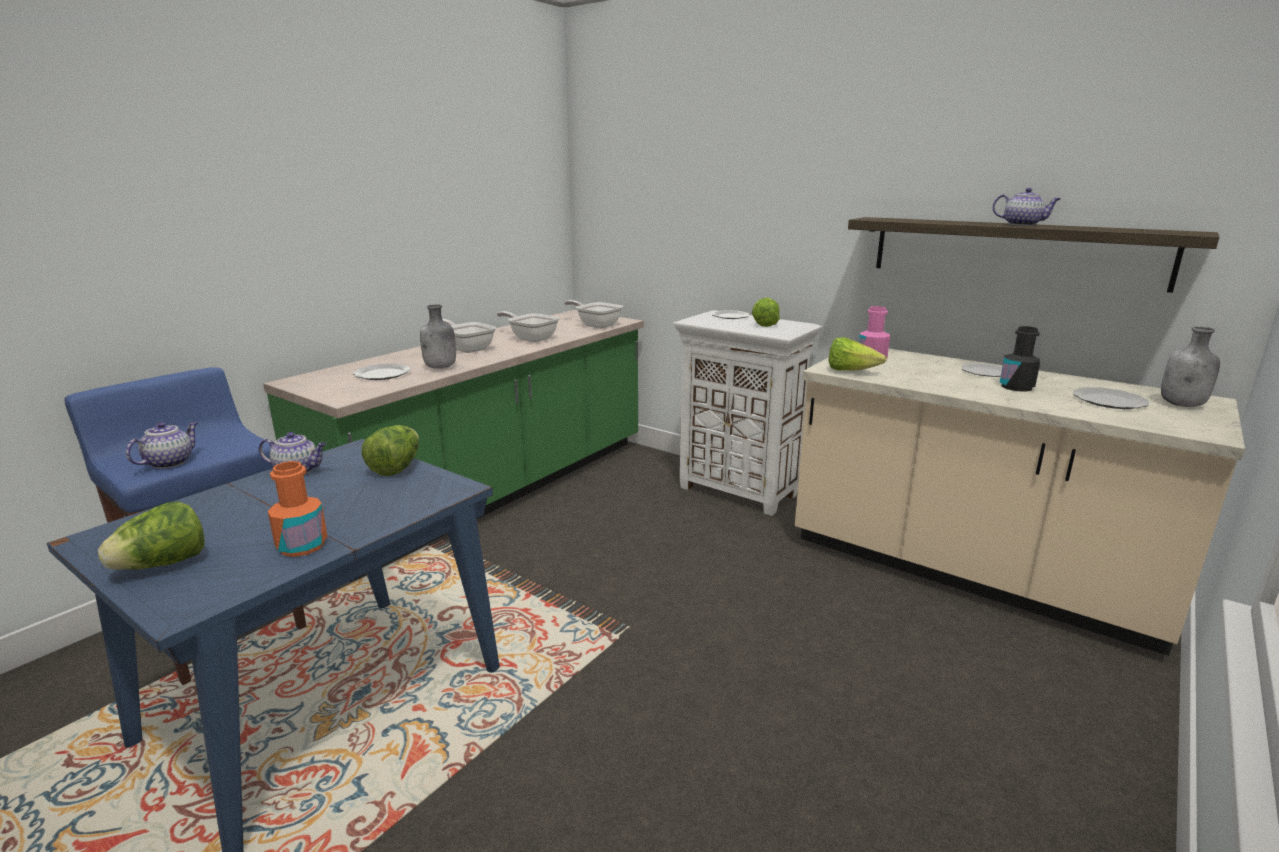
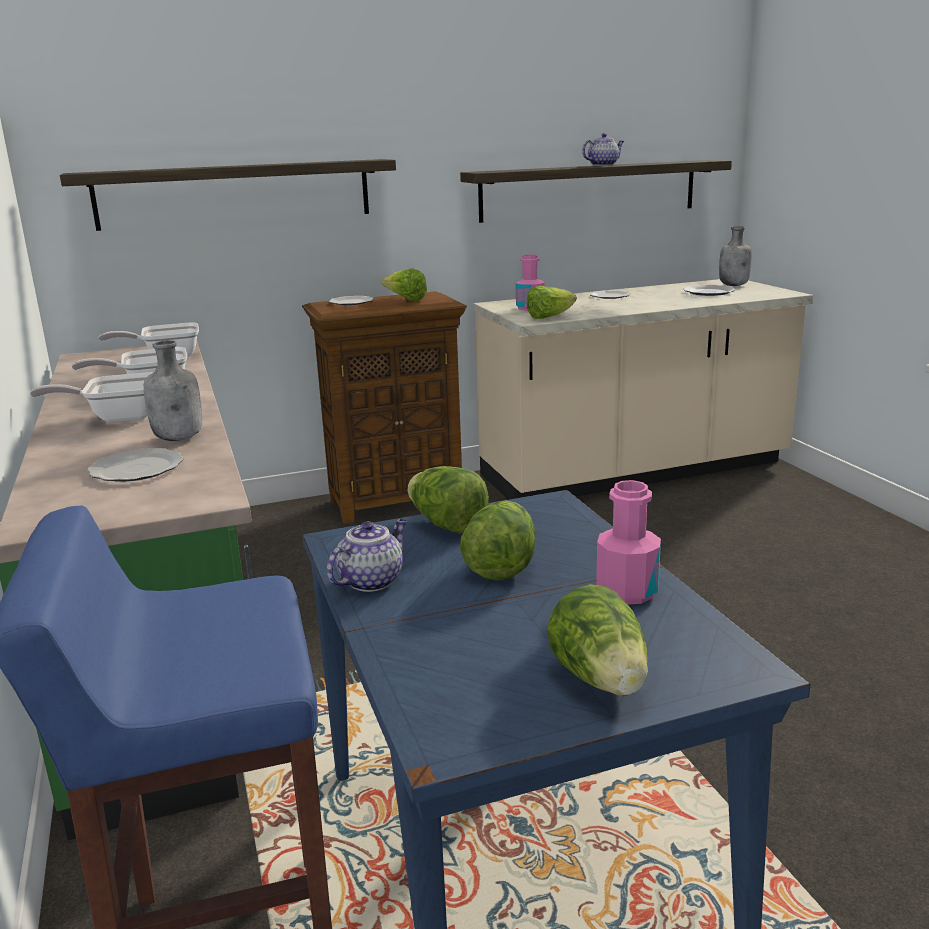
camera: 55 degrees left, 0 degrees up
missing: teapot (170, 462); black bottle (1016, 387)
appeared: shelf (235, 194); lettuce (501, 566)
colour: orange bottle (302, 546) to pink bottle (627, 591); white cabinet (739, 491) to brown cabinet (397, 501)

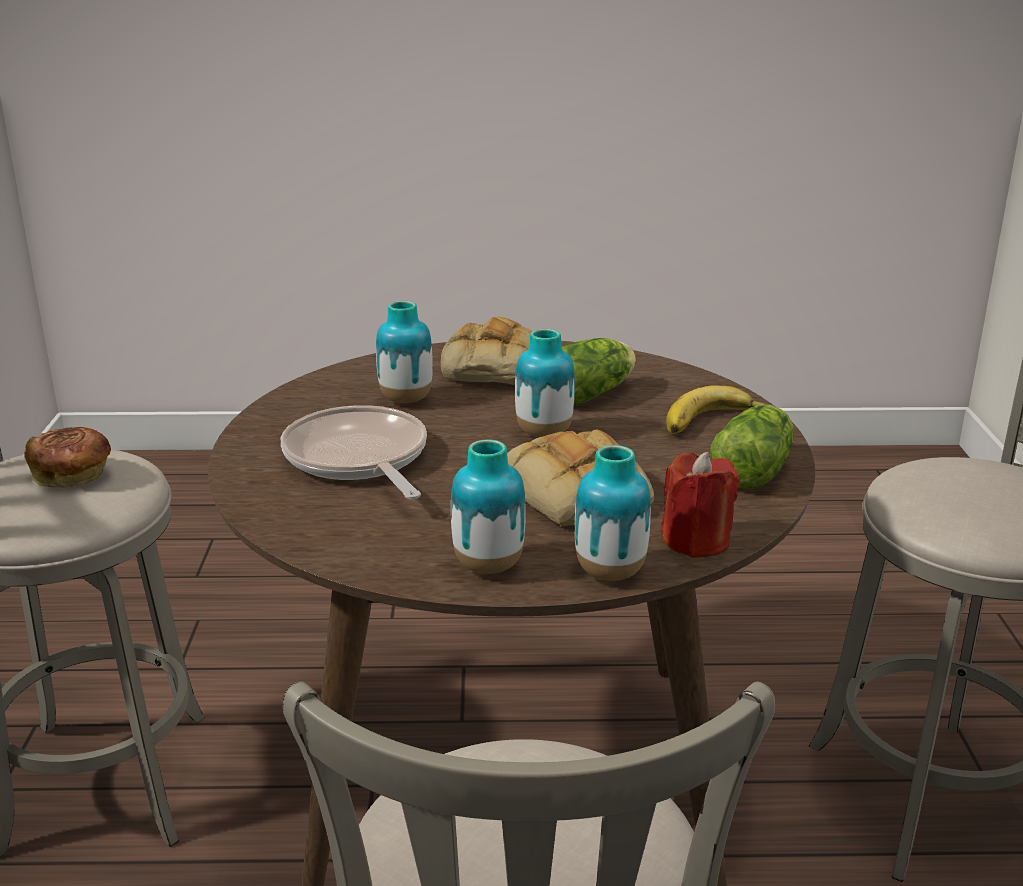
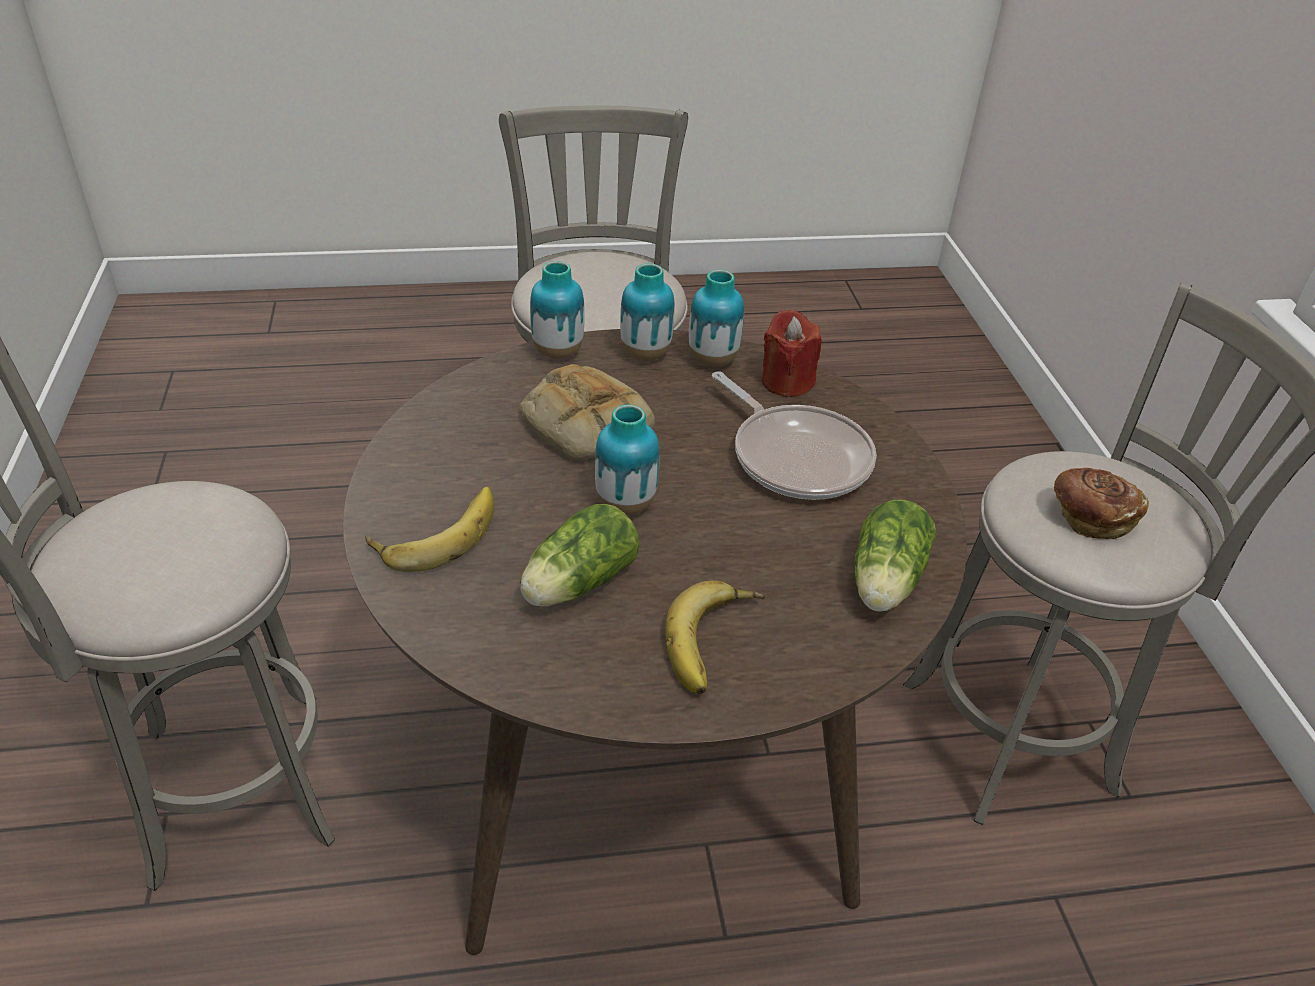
camera: 170 degrees right, 15 degrees up
relocated: vase (406, 399) to (712, 360); red candle (696, 541) to (786, 382); lettuce (755, 470) to (884, 583)
exchanged: bread (491, 367) to banana (716, 643)

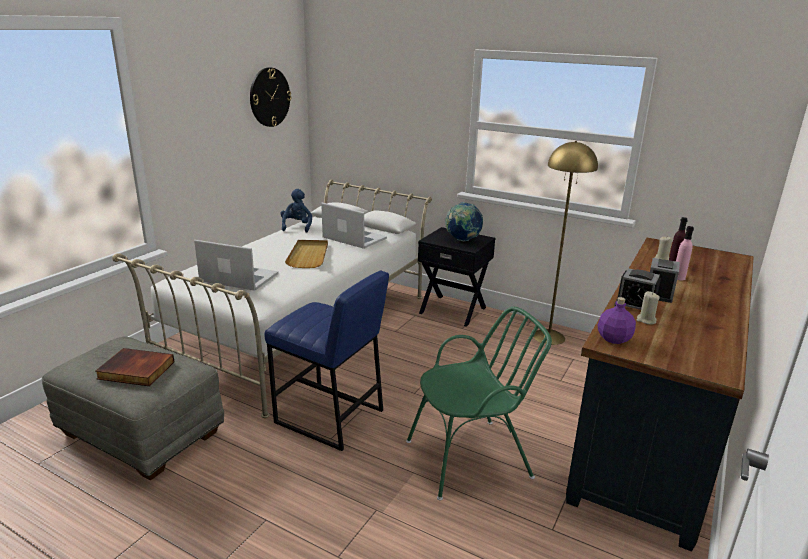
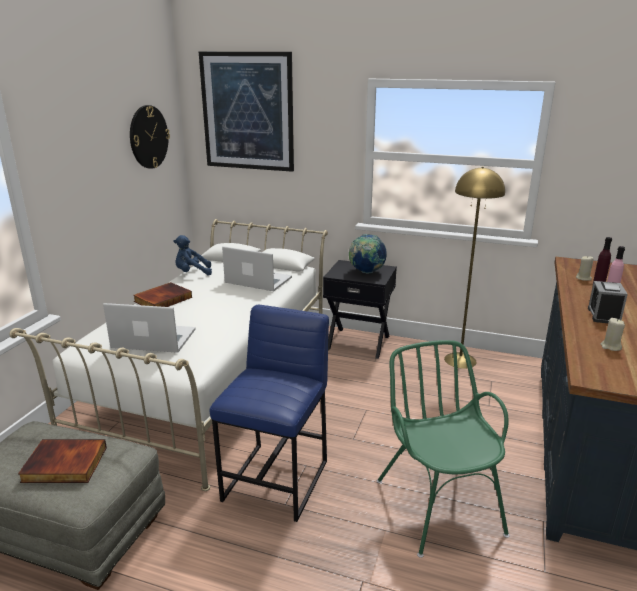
camera: 10 degrees left, 0 degrees up
missing: beige tray (309, 255); purple bottle (613, 338); alarm clock (635, 306)
appeared: book (163, 299); picture (247, 112)
spun: blue chair (331, 417) = (277, 479) 90 degrees counterclockwise; blue plush toy (297, 227) = (192, 273) 90 degrees counterclockwise; green chair (472, 456) = (437, 502) 75 degrees counterclockwise

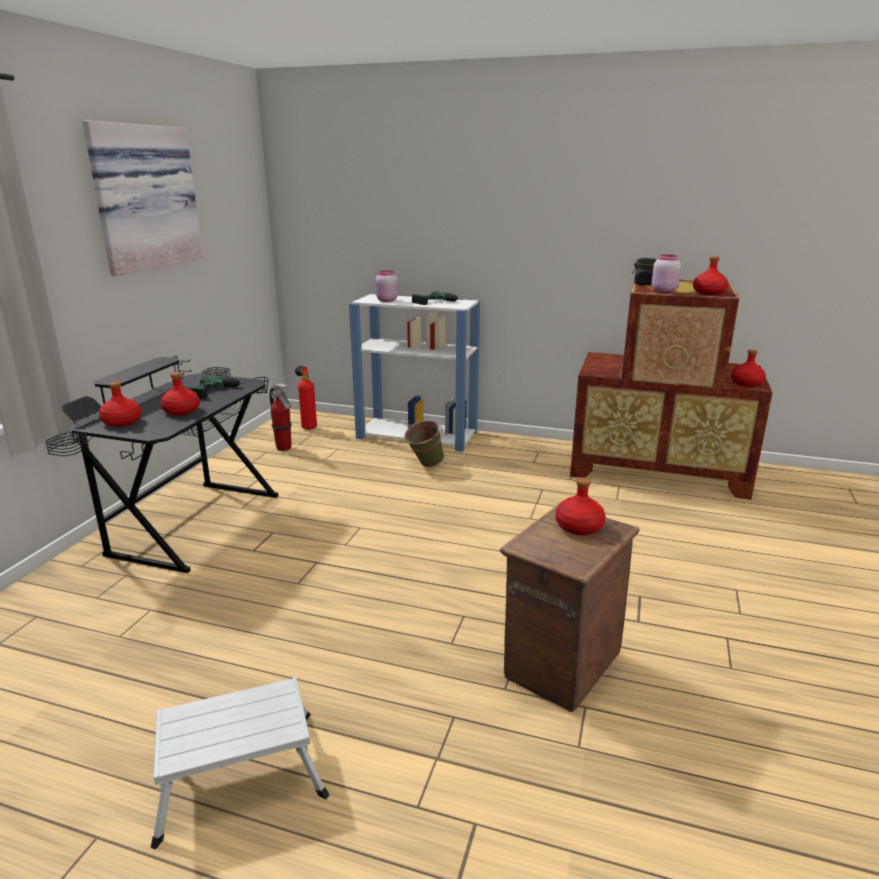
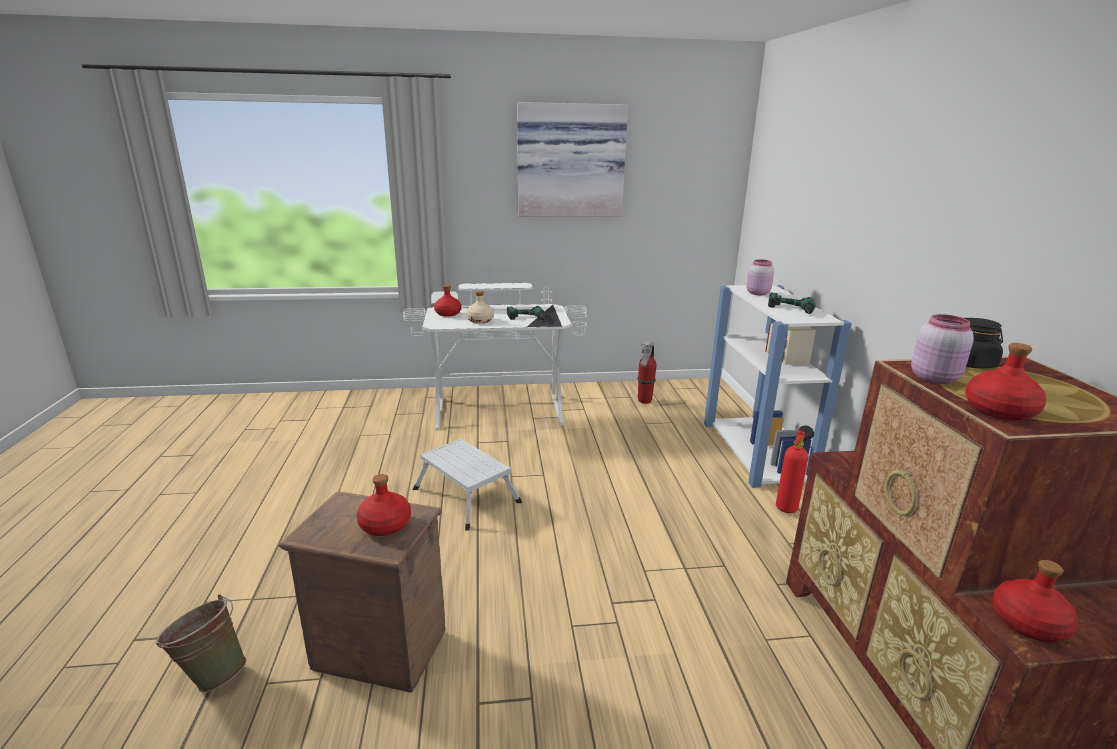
camera: 65 degrees right, 0 degrees up
relocated: white step ladder (240, 773) to (466, 496); fire extinguisher (308, 427) to (787, 507); green bucket (424, 465) to (211, 674)
colour: black desk (193, 522) to white desk (499, 409); red bottle (181, 411) to beige bottle (480, 320)

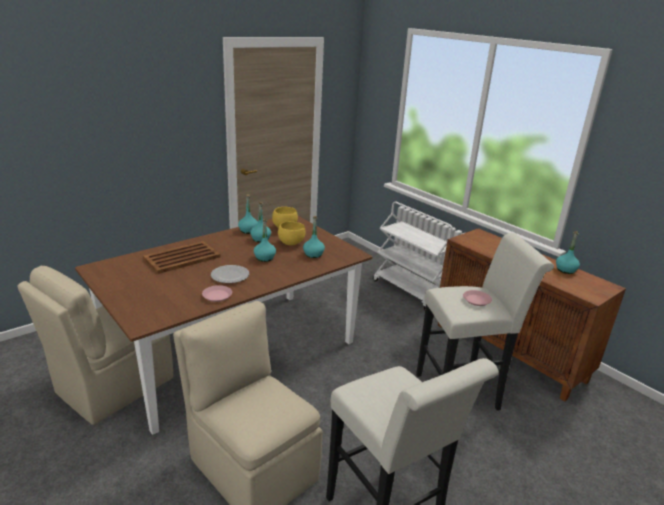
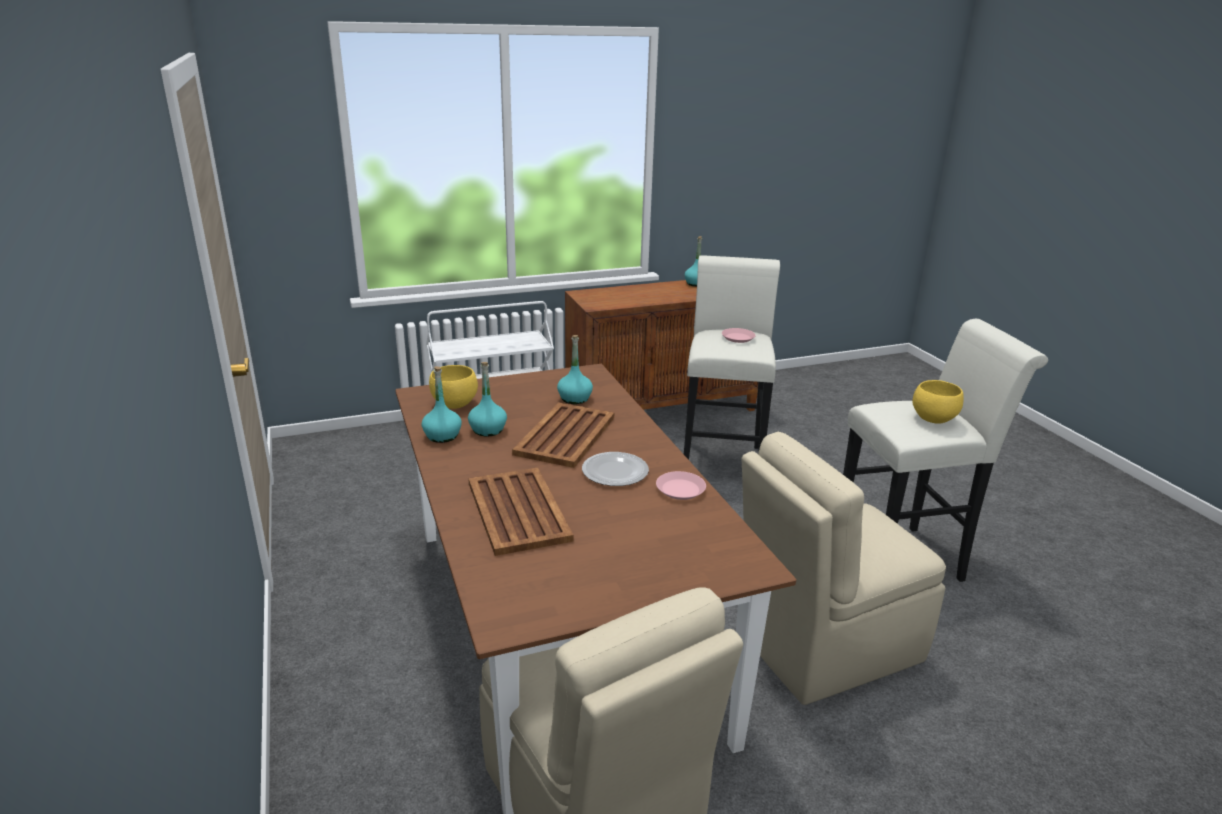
camera: 70 degrees left, 0 degrees up
relocated: yellow bowl (291, 243) to (932, 419)
exchanged: turquoise bottle (264, 258) to brown tray (564, 436)

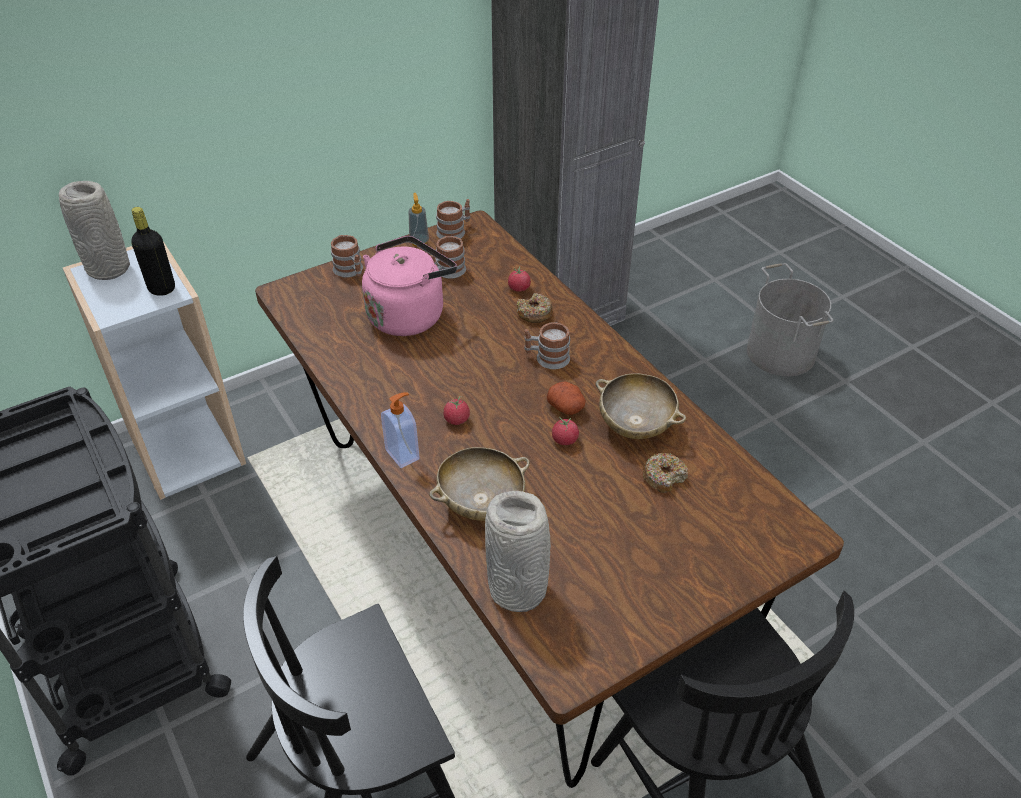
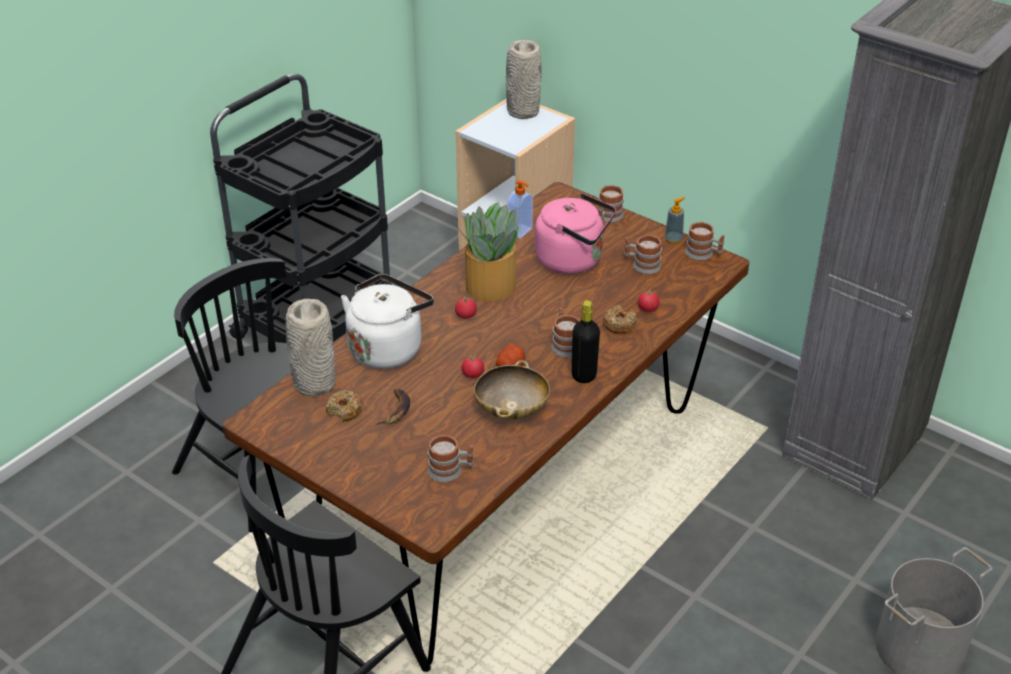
camera: 70 degrees right, 5 degrees down
appeared: banana (395, 410); mug (450, 470); potted plant (489, 286)
relocated: black bottle (162, 288) to (584, 375); soap dispenser (403, 454) to (520, 231); donut (664, 477) to (344, 410)
exchanged: beige bowl (481, 502) to white kettle (388, 347)

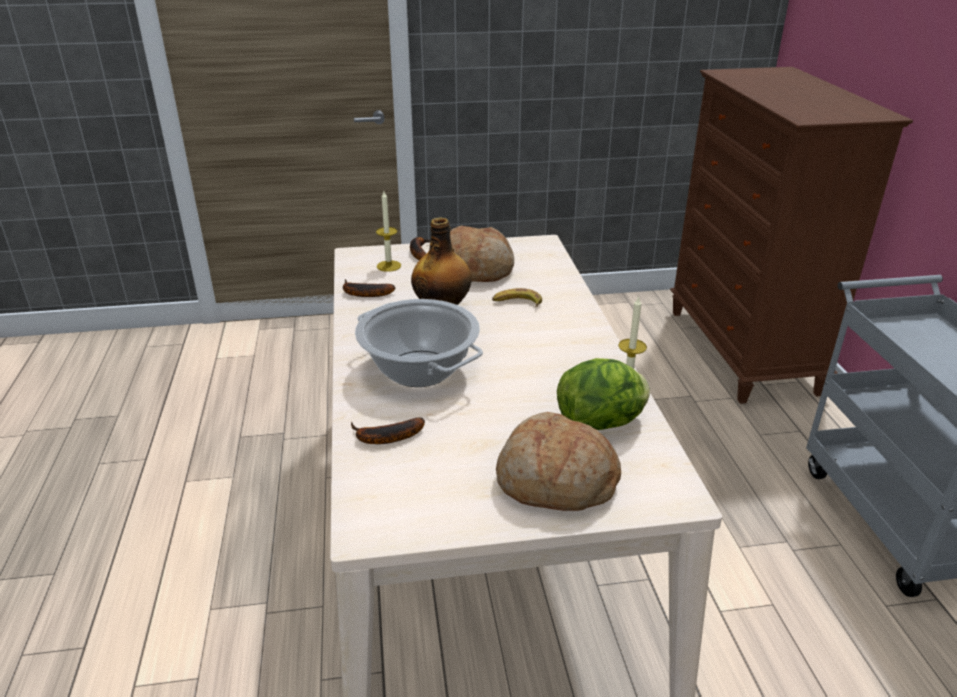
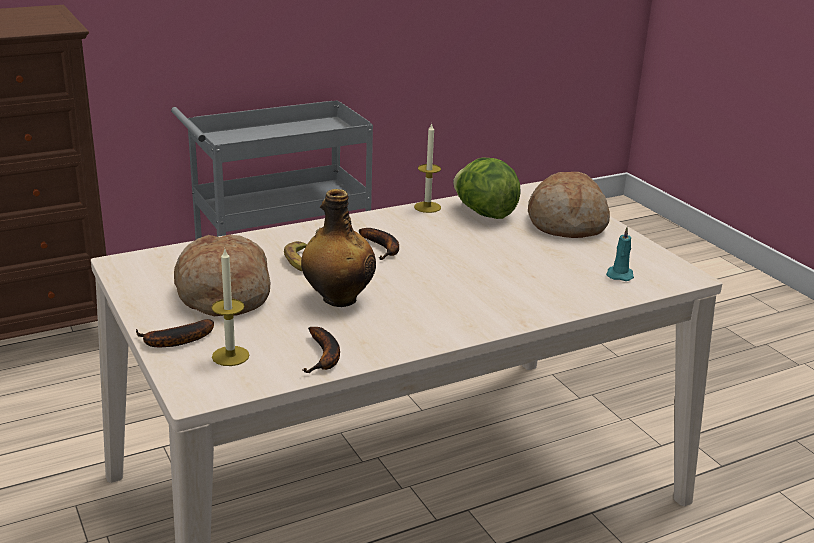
camera: 110 degrees left, 5 degrees down
missing: cooking pot (420, 369)
appeared: turquoise candle (619, 275)
relocated: banana (385, 438) to (383, 248)

